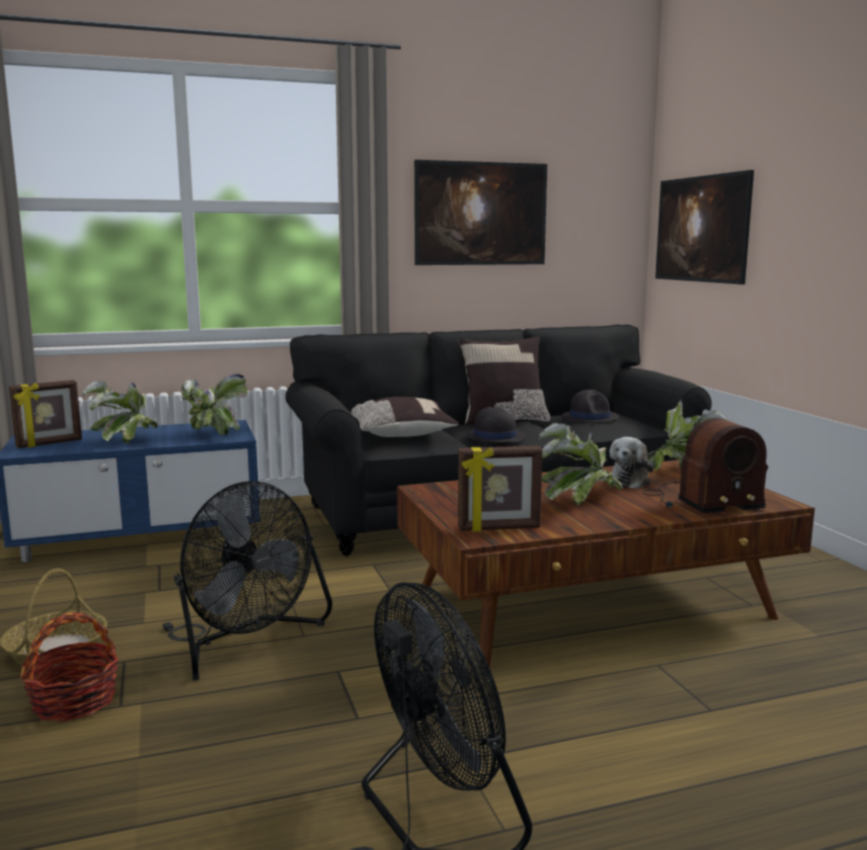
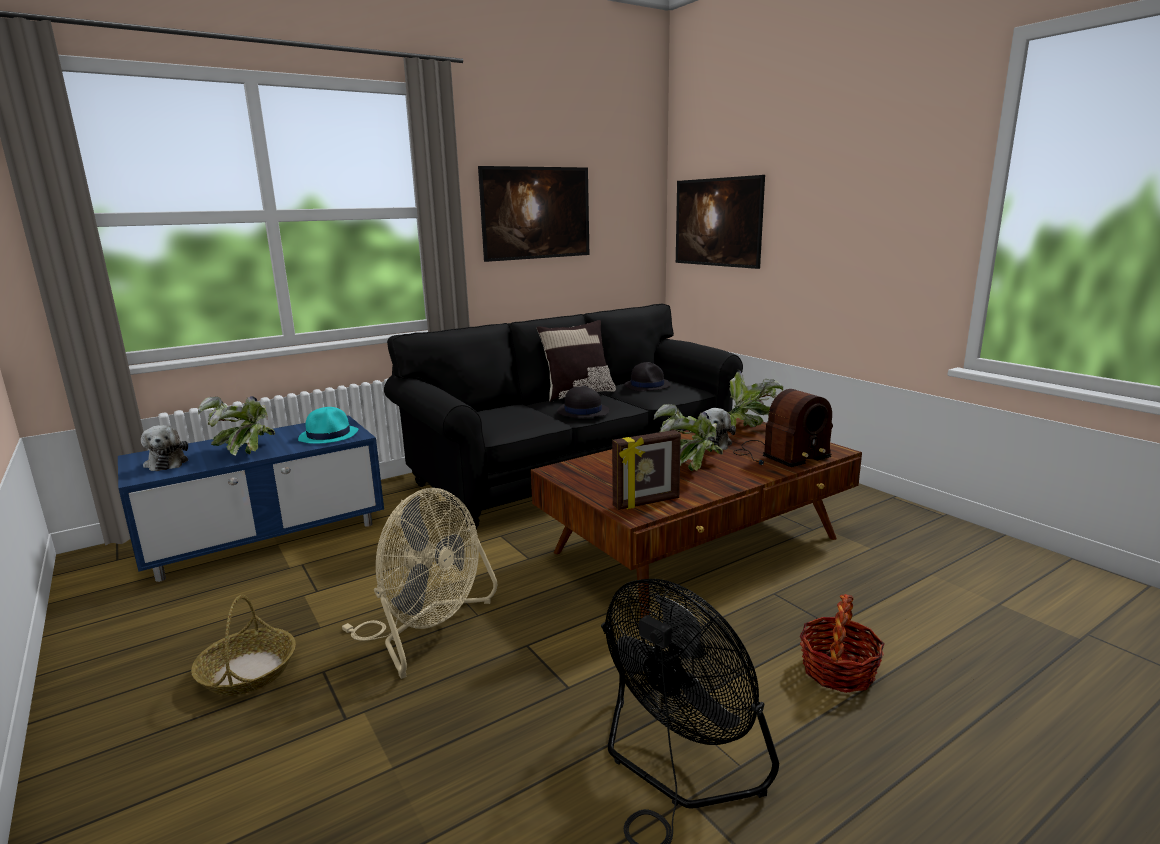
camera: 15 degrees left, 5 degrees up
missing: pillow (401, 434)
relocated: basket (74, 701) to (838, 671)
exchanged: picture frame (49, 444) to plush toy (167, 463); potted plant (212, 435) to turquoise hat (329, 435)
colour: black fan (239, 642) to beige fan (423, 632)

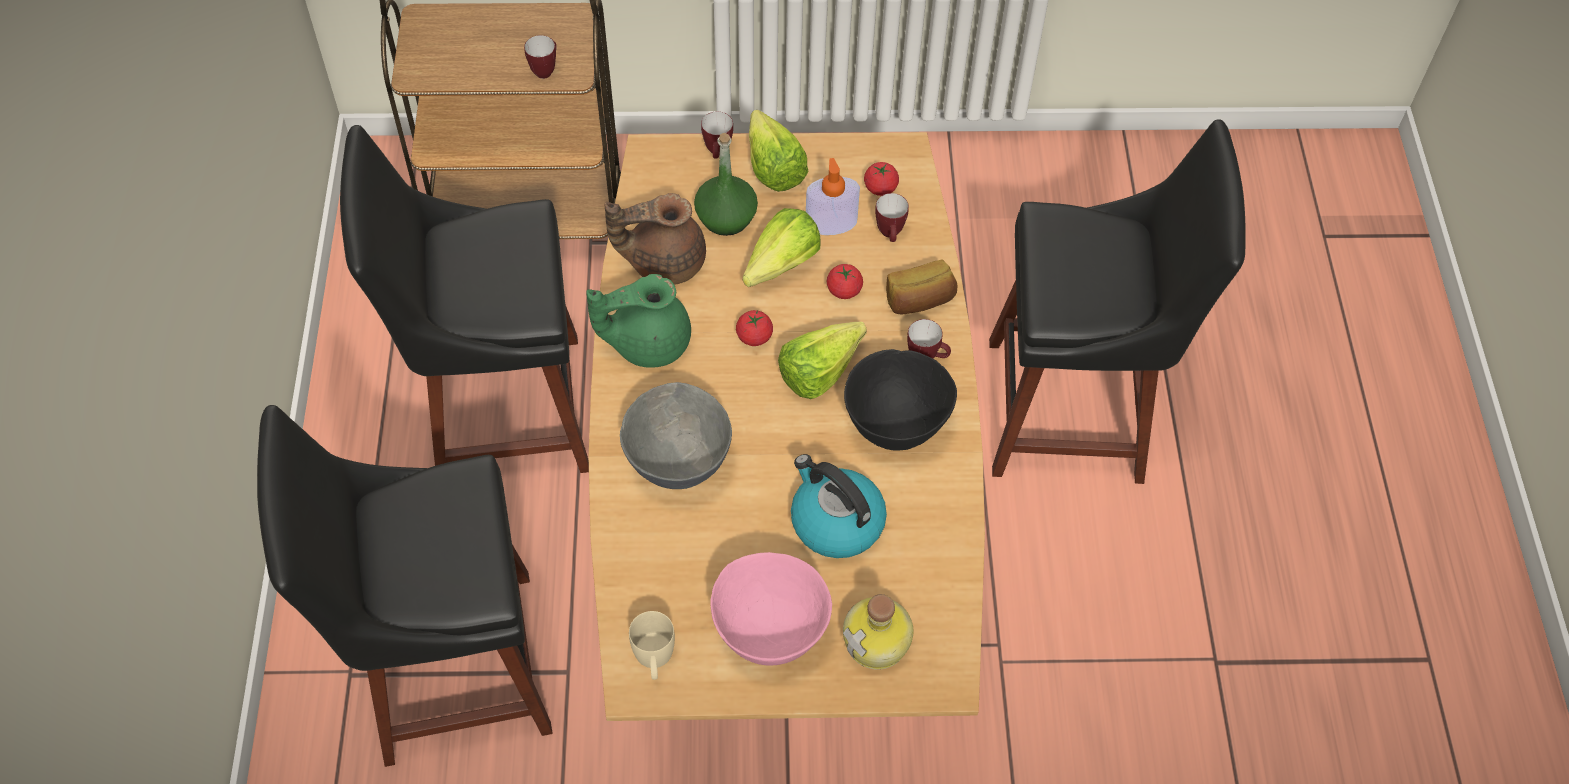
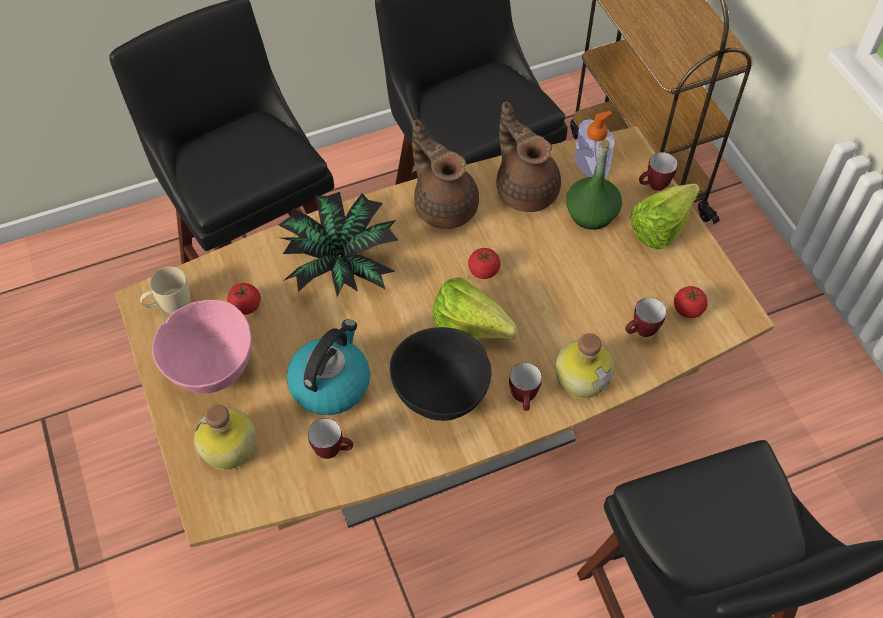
camera: 70 degrees right, 0 degrees up
missing: lettuce (774, 269)
relocated: mug (545, 70) to (333, 451); soap dispenser (831, 223) to (591, 165); tomato (844, 290) to (246, 306)
exchanged: grey bowl (677, 465) to potted plant (341, 262); bread (919, 301) to bottle (582, 376)
colour: green teapot (647, 342) to brown teapot (444, 205)

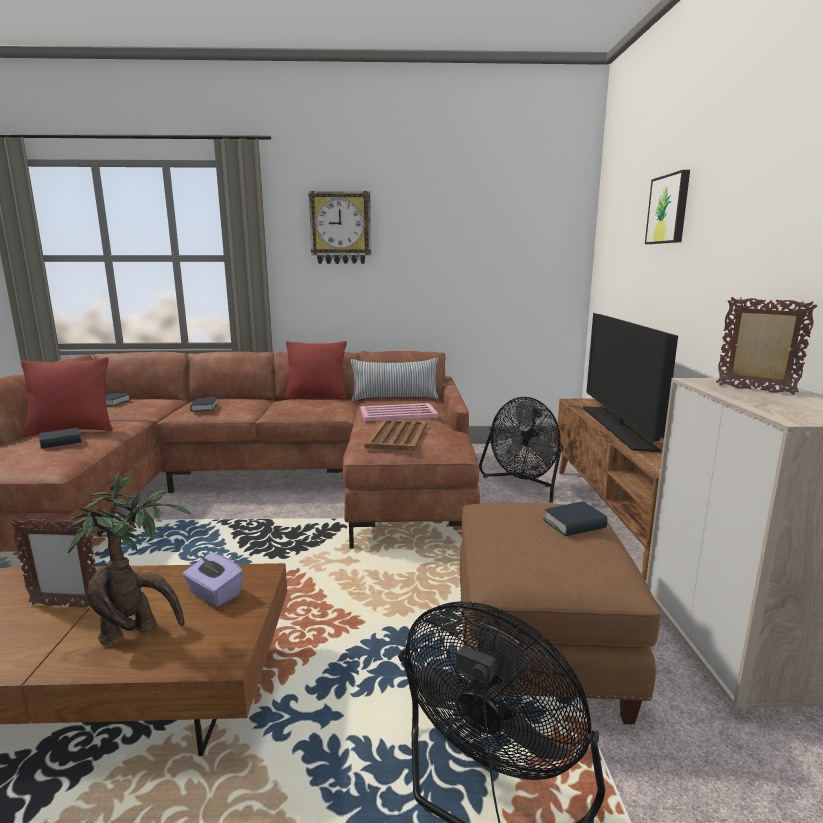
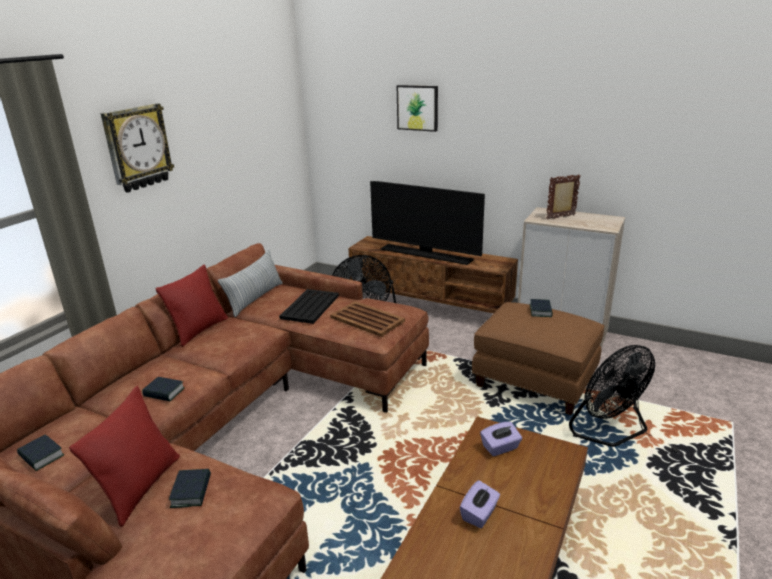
camera: 60 degrees left, 10 degrees up
missing: potted plant (137, 632)
exchanged: picture frame (65, 606) to purple tissue box (479, 514)
colour: pink tray (399, 413) to black tray (310, 306)

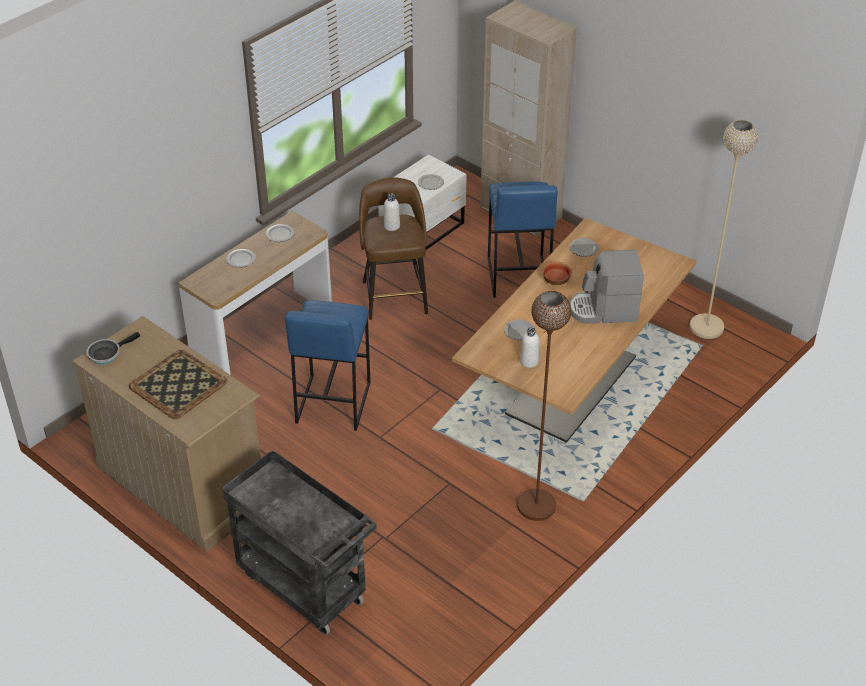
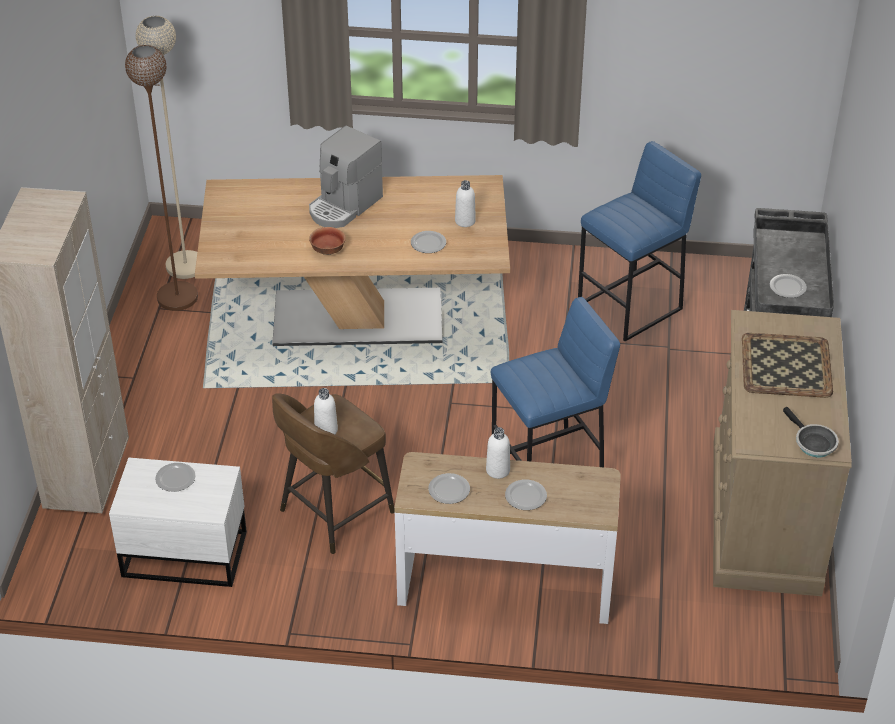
camera: 125 degrees left, 0 degrees up
appeared: white bottle (498, 470)
relocated: blue stool (518, 277) to (631, 306); brown floor lamp (536, 506) to (178, 297); plate (583, 248) to (787, 288)
spun: frying pan (107, 353) = (812, 443) 45 degrees clockwise; coffee machine (603, 310) = (344, 206) 75 degrees clockwise

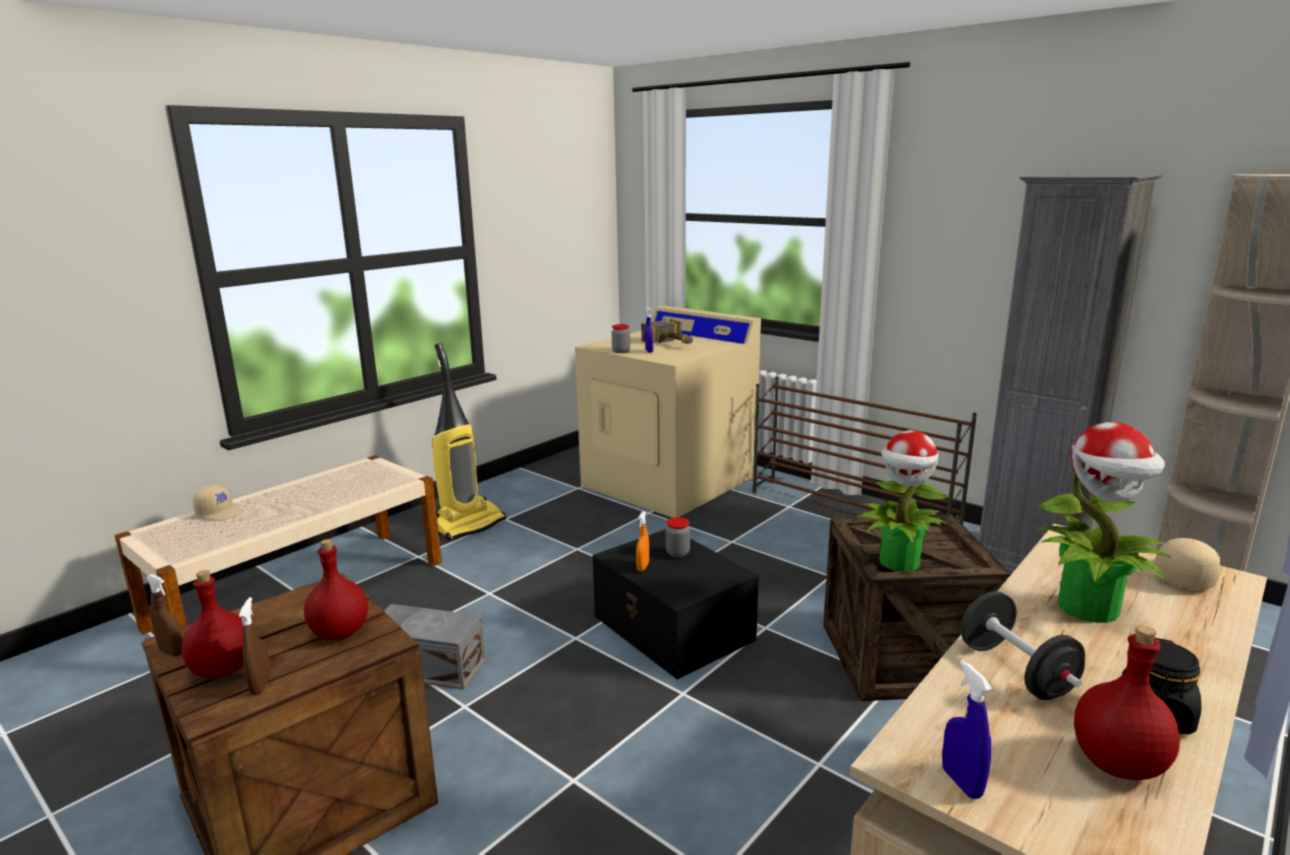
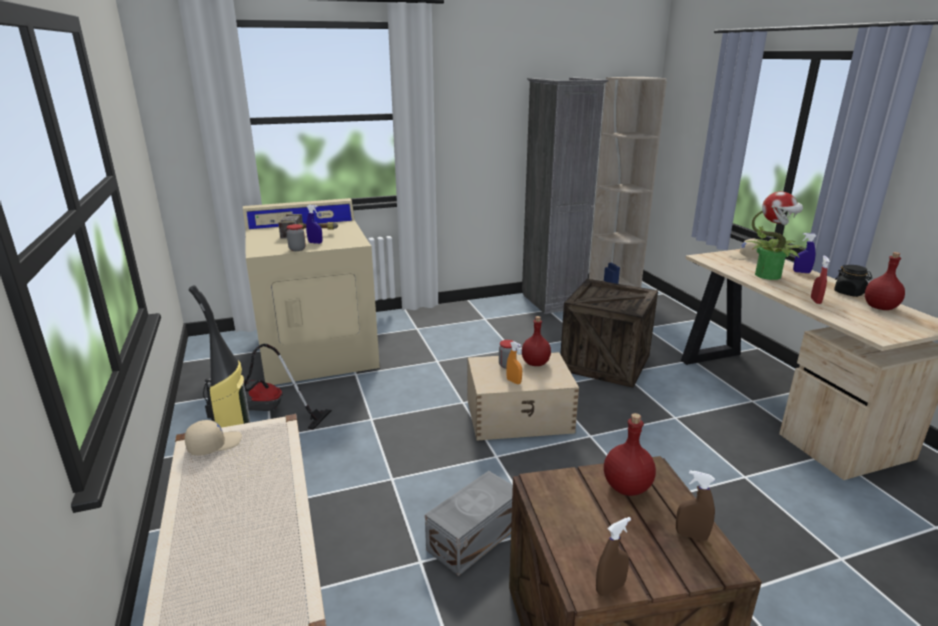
camera: 60 degrees left, 5 degrees up
missing: brown shoe rack (851, 512); potted plant (899, 563)
appeared: vacuum cleaner (269, 411)
relocated: red bottle (224, 669) to (535, 363); beige cap (220, 512) to (214, 444); blue spray bottle (961, 782) to (801, 272)
exchanged: black dumbbell (1015, 671) to red spray bottle (815, 301)
colour: black storage box (673, 629) to beige storage box (520, 416)

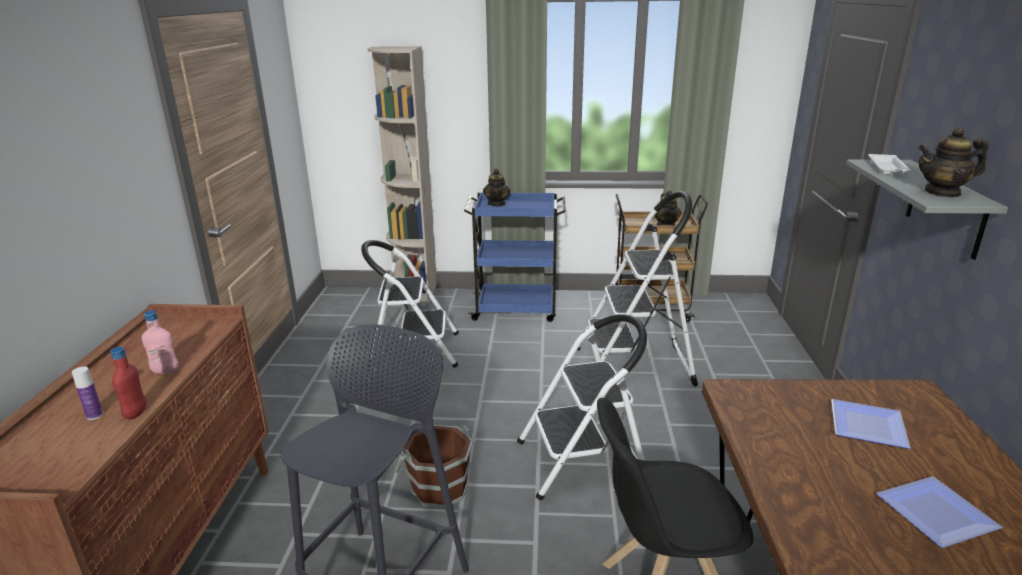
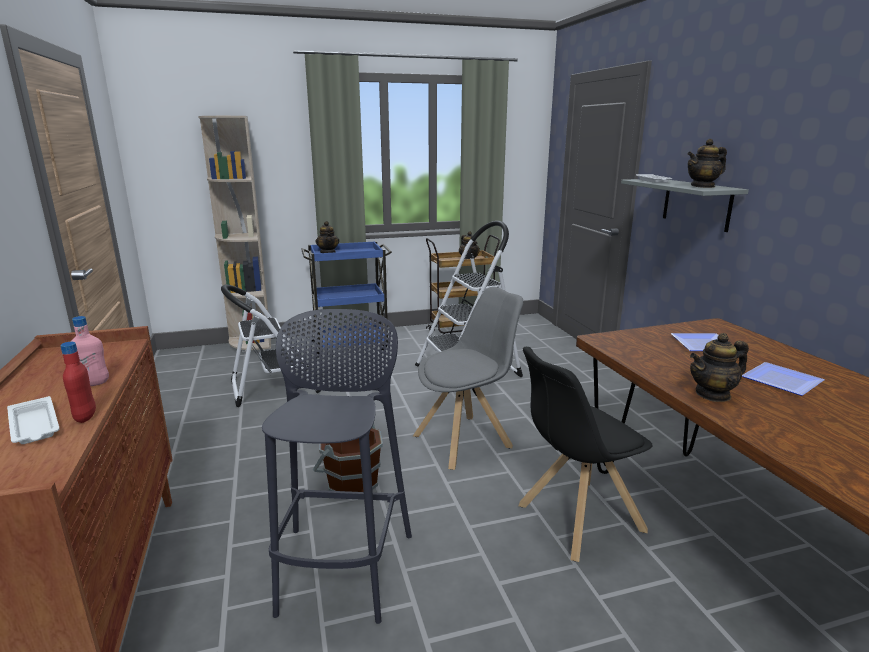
camera: 20 degrees left, 5 degrees down
appeared: teapot (713, 394)
exchanged: bottle (95, 415) to white tray (34, 426); step ladder (585, 461) to grey chair (466, 439)

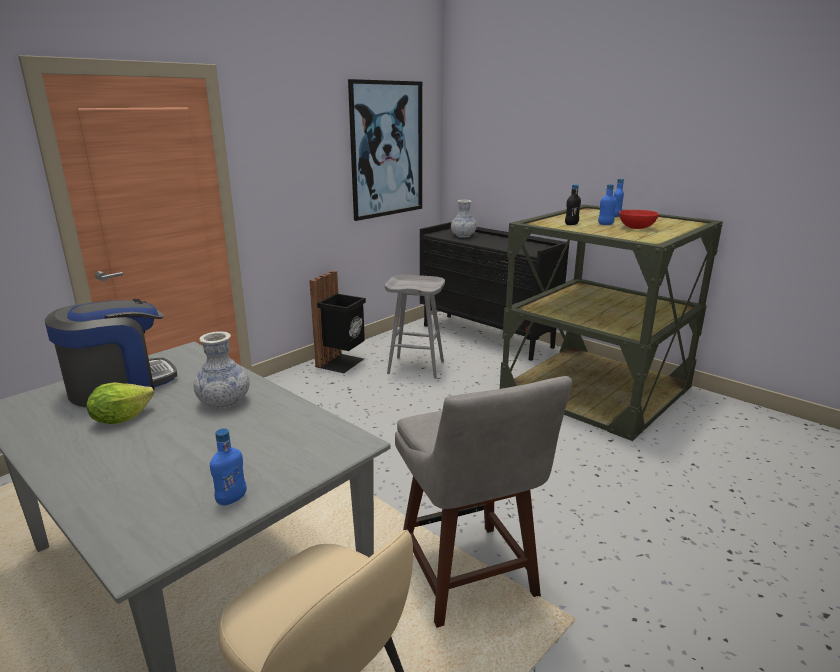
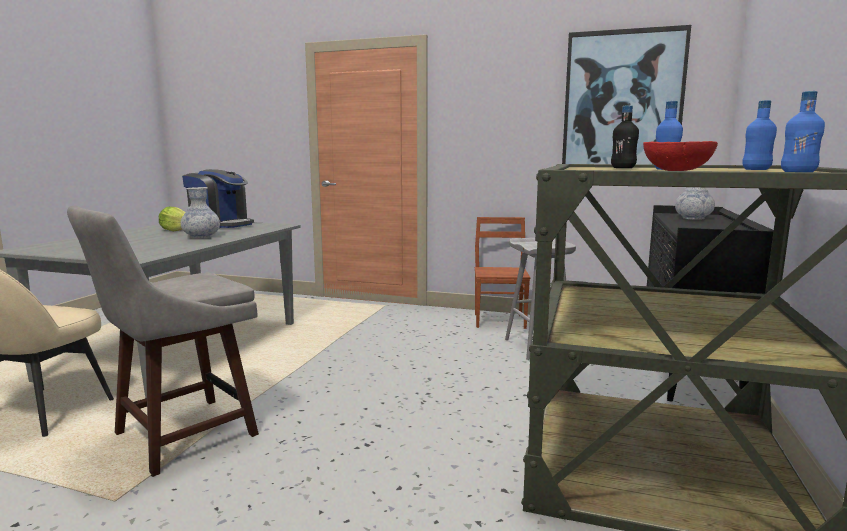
camera: 65 degrees right, 10 degrees down
relocated: blue bottle (231, 499) to (798, 172)
exchanged: black trash can (342, 363) to brown chair (500, 321)

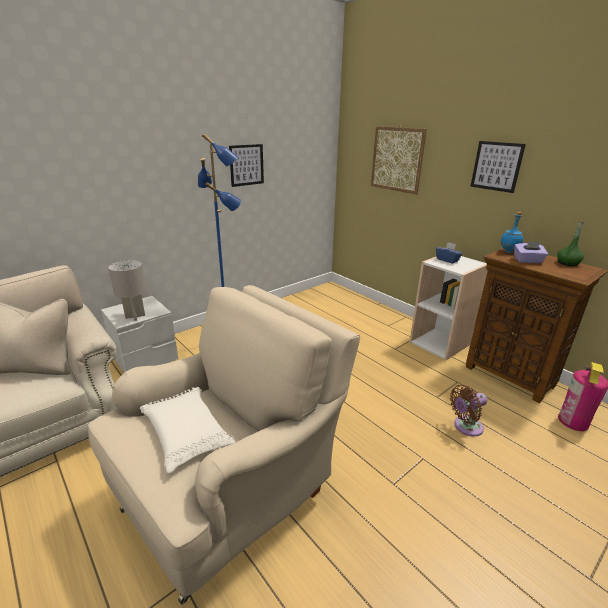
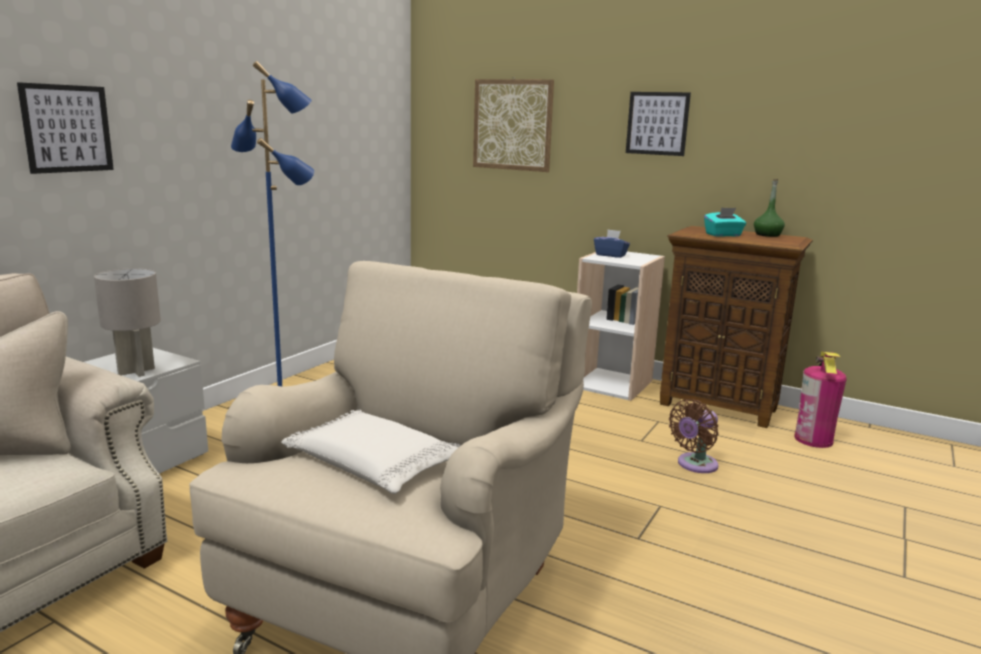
camera: 20 degrees left, 10 degrees down
missing: blue bottle (509, 252)
relocated: picture (246, 165) to (67, 128)
colour: purple tissue box (528, 261) to turquoise tissue box (723, 235)

